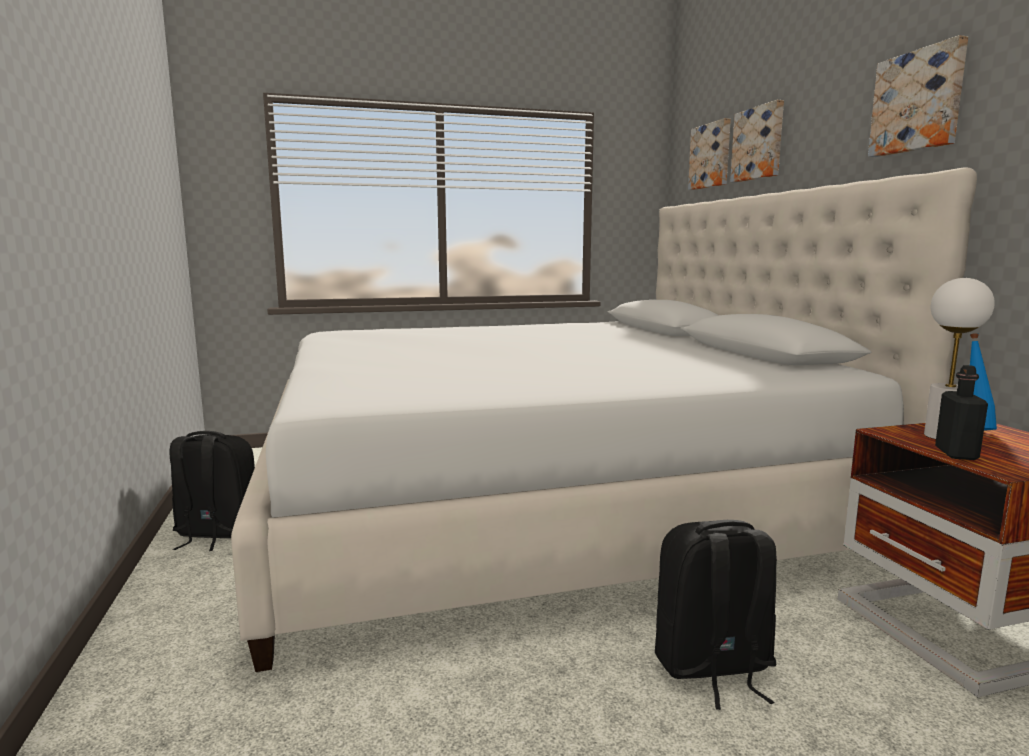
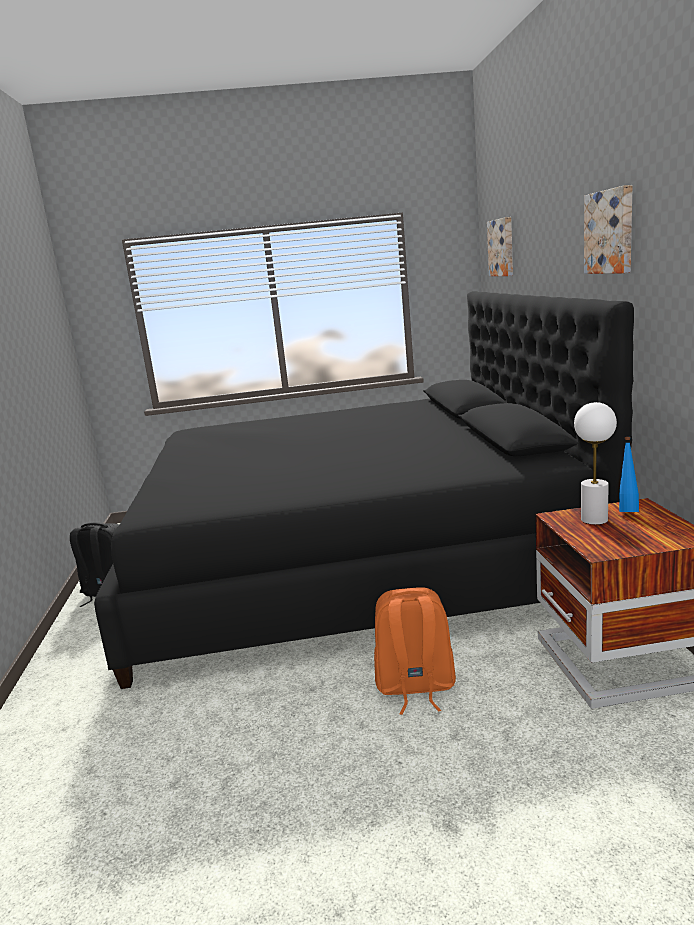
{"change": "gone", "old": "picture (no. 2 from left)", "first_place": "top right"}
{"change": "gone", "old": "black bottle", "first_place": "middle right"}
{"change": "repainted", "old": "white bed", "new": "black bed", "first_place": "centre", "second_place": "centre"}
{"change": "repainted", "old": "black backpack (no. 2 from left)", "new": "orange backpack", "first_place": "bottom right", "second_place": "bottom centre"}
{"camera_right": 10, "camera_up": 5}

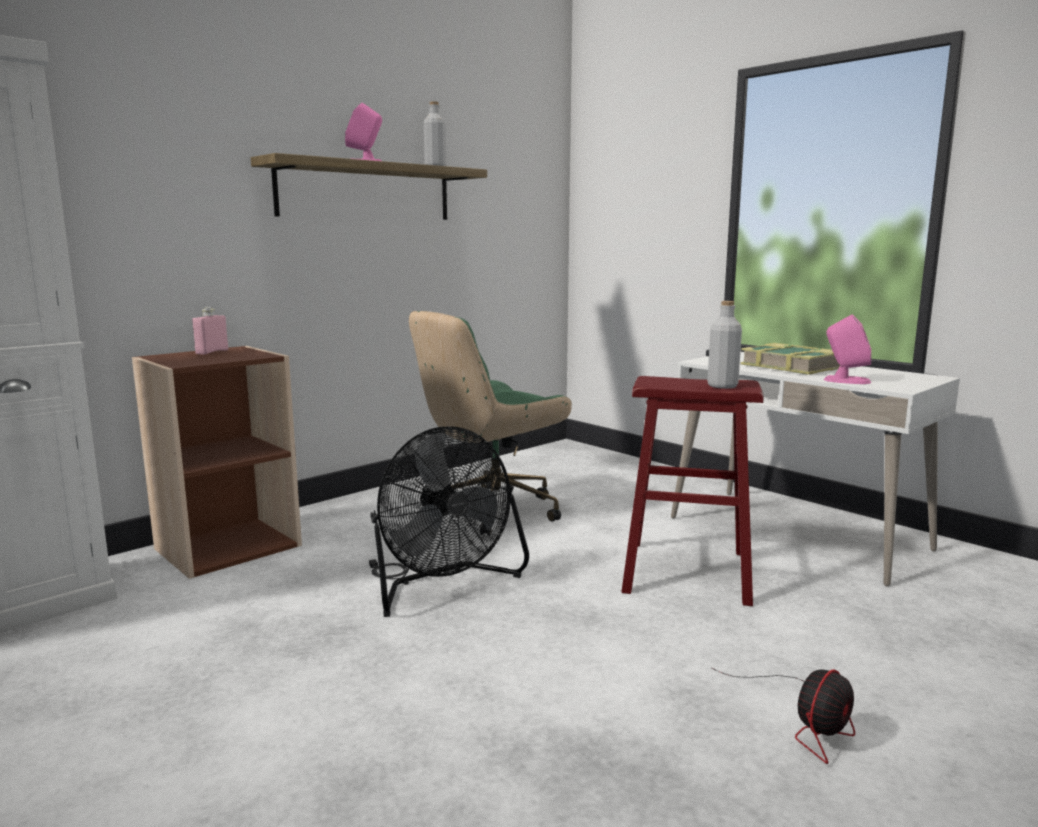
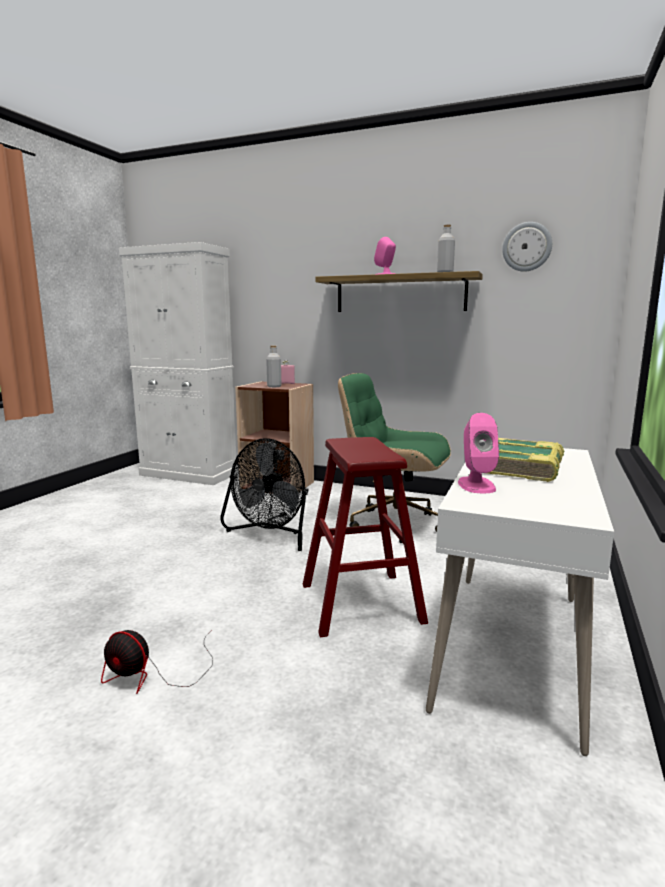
{"change": "new", "new": "wall clock", "second_place": "top right"}
{"change": "shifted", "old": "grey bottle (no. 2 from left in the first image)", "new": "grey bottle (no. 1 from left)", "first_place": "middle right", "second_place": "centre"}
{"camera_right": 65, "camera_up": 0}

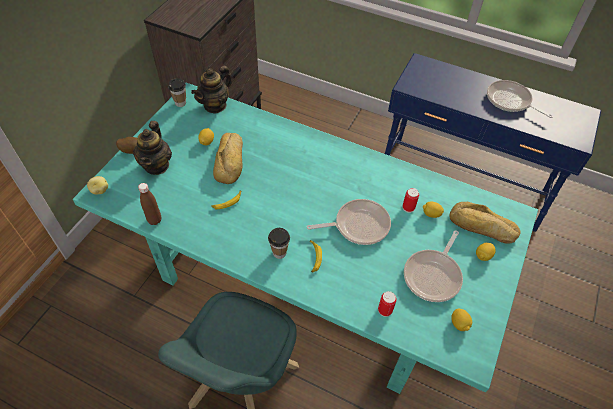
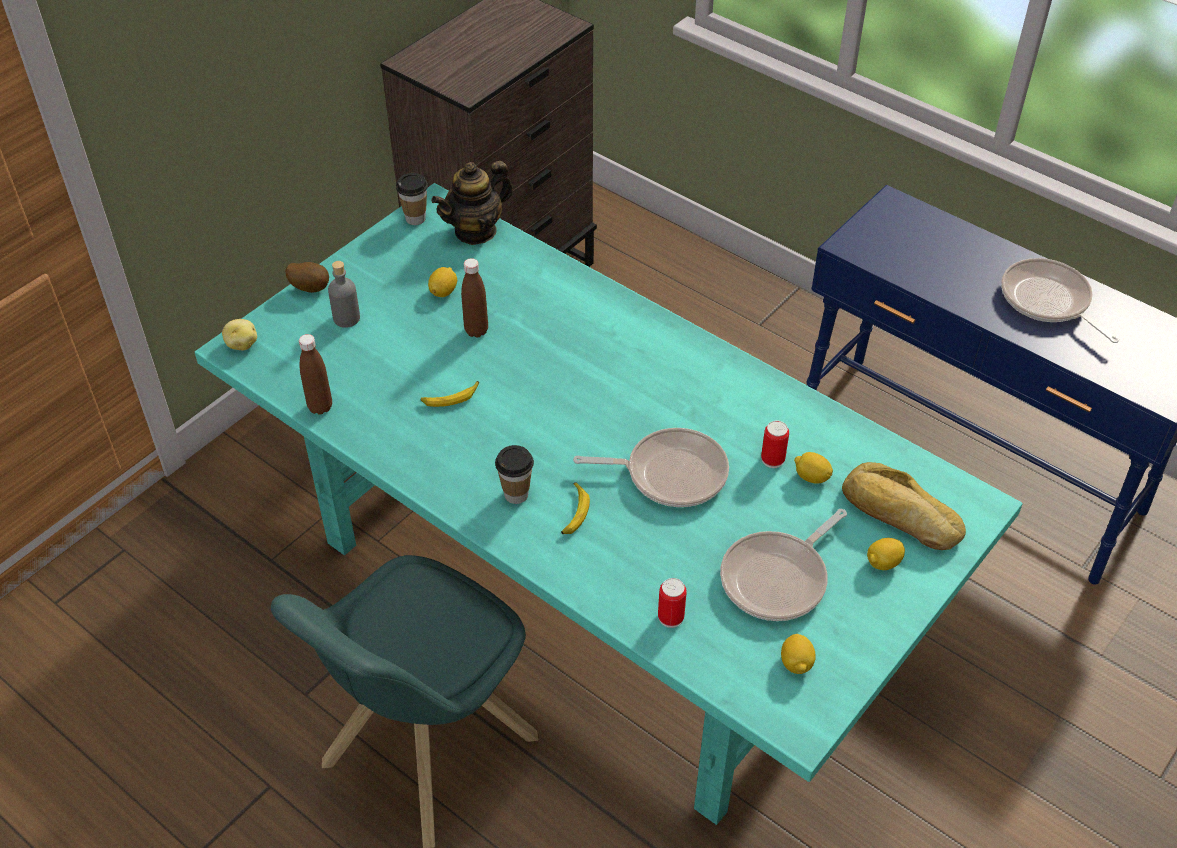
{"change": "swapped", "old": "teapot (no. 1 from left)", "new": "grey bottle", "first_place": "middle left", "second_place": "middle left"}
{"change": "swapped", "old": "bread (no. 1 from left)", "new": "brown bottle (no. 2 from left)", "first_place": "centre", "second_place": "centre"}
{"camera_right": 15, "camera_up": -5}

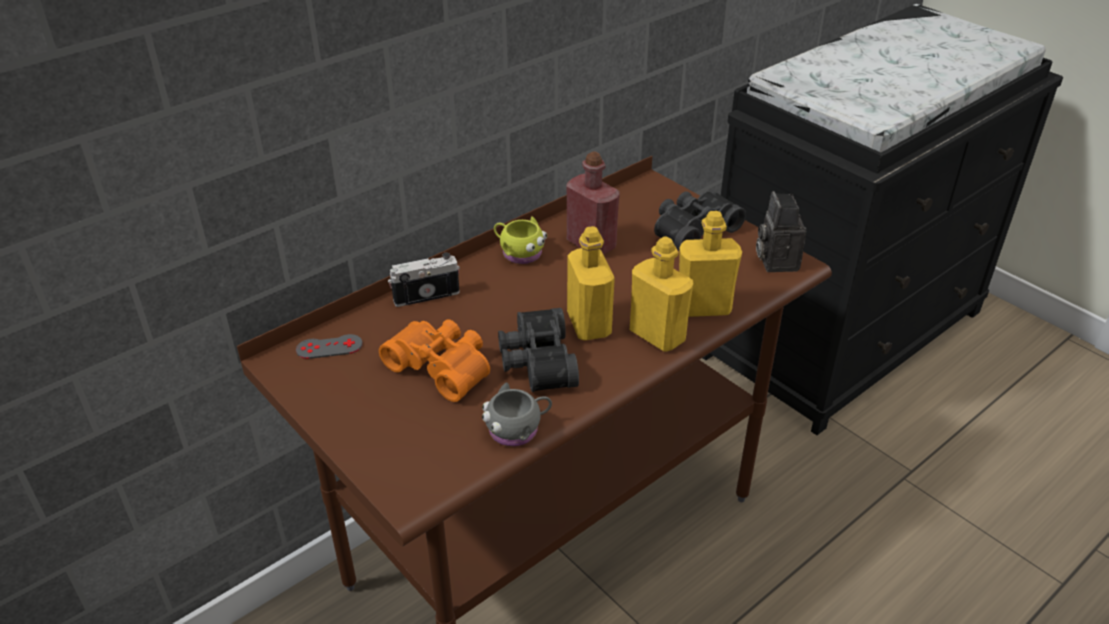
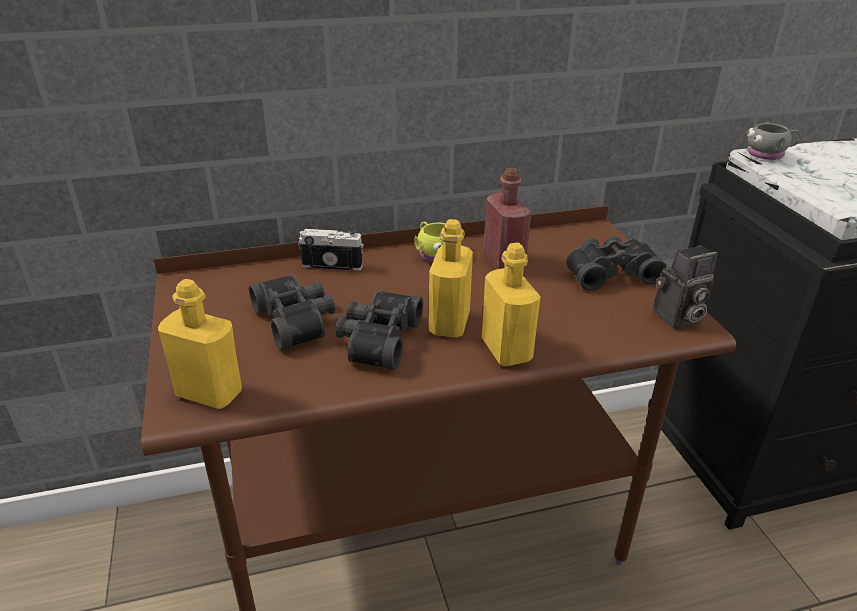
{"change": "gone", "old": "grey game controller", "first_place": "middle left"}
{"change": "shifted", "old": "grey mug", "first_place": "centre", "second_place": "top right"}
{"change": "shifted", "old": "yellow bottle (no. 3 from left in the first image)", "new": "yellow bottle (no. 1 from left)", "first_place": "centre", "second_place": "middle left"}
{"change": "repainted", "old": "orange binoculars", "new": "black binoculars (no. 1 from left)", "first_place": "centre", "second_place": "centre"}
{"change": "rotated", "old": "photo camera (no. 2 from left)", "first_place": "middle right", "second_place": "middle right", "degrees": -135}
{"camera_right": 25, "camera_up": -5}

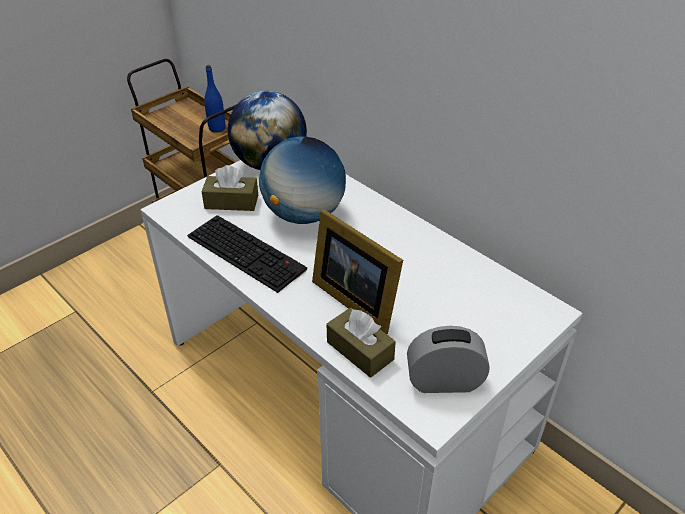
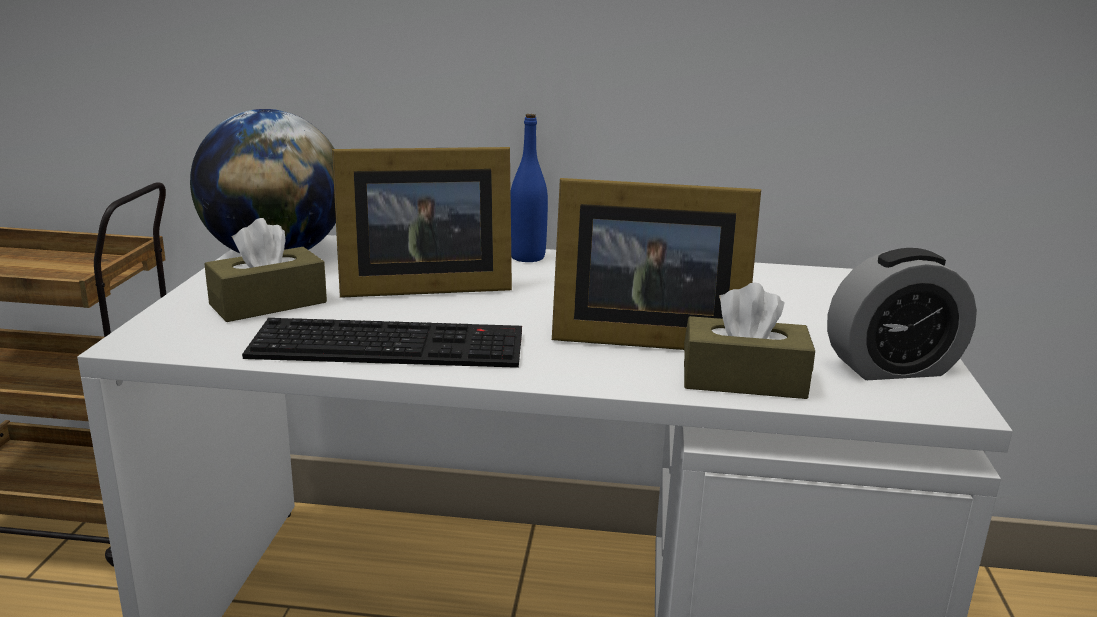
{"change": "shifted", "old": "blue bottle", "first_place": "top left", "second_place": "top centre"}
{"change": "swapped", "old": "globe (no. 2 from left)", "new": "picture frame (no. 1 from left)", "first_place": "centre", "second_place": "centre"}
{"change": "rotated", "old": "alarm clock", "first_place": "bottom centre", "second_place": "middle right", "degrees": -150}
{"camera_right": -40, "camera_up": -20}

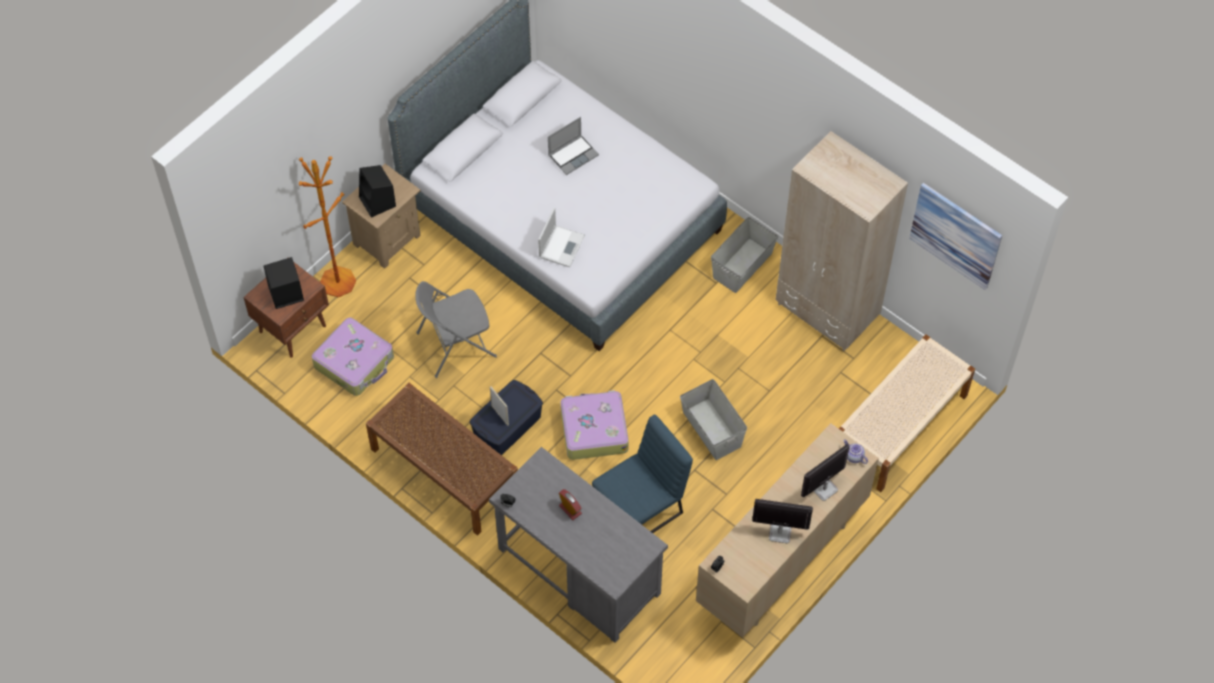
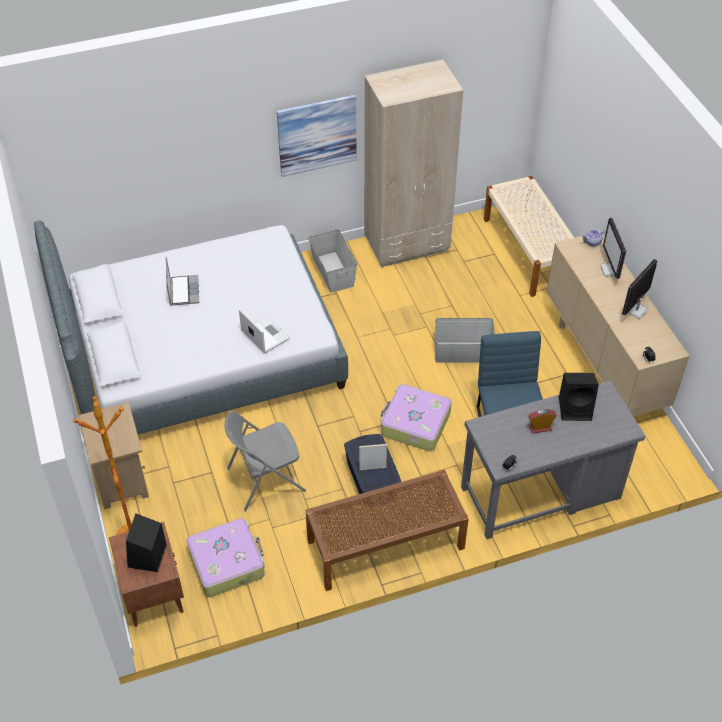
{"change": "shifted", "old": "black speaker (no. 2 from left)", "first_place": "top left", "second_place": "middle right"}
{"change": "shifted", "old": "picture", "first_place": "middle right", "second_place": "top centre"}
{"change": "rotated", "old": "grey chair", "first_place": "centre", "second_place": "centre", "degrees": 60}
{"camera_right": -60, "camera_up": -10}

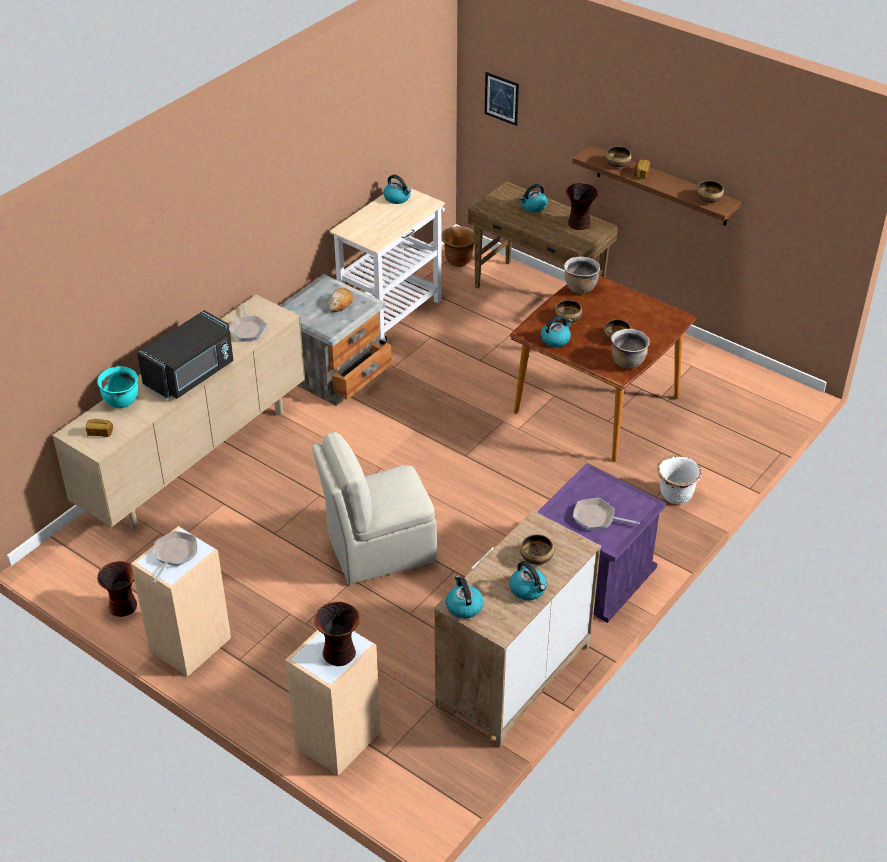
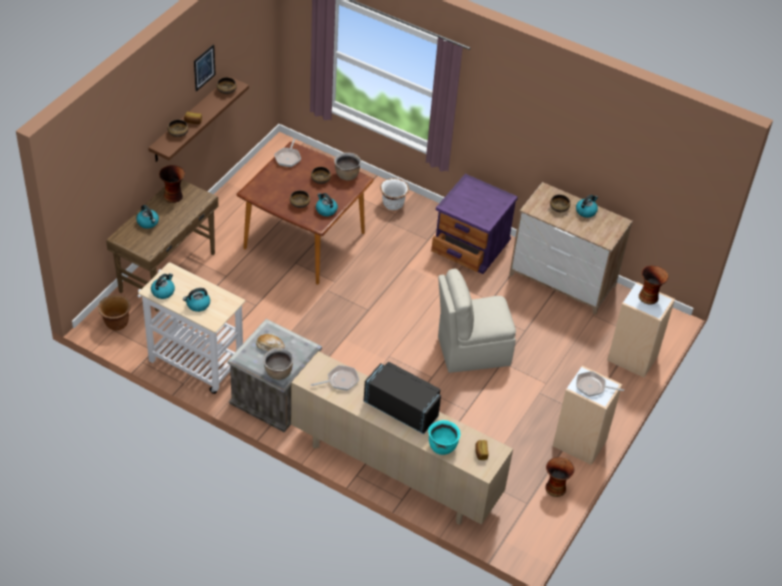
{"change": "shifted", "old": "kettle (no. 2 from left in the first image)", "new": "kettle (no. 3 from left)", "first_place": "bottom centre", "second_place": "middle left"}
{"change": "shifted", "old": "picture", "first_place": "top centre", "second_place": "top left"}
{"change": "shifted", "old": "brown cooking pot (no. 1 from left)", "first_place": "top centre", "second_place": "centre"}
{"change": "shifted", "old": "frying pan (no. 3 from left in the first image)", "new": "frying pan (no. 1 from left)", "first_place": "middle right", "second_place": "top centre"}
{"change": "rotated", "old": "beige chair", "first_place": "centre", "second_place": "centre", "degrees": 105}
{"camera_right": -100, "camera_up": 5}

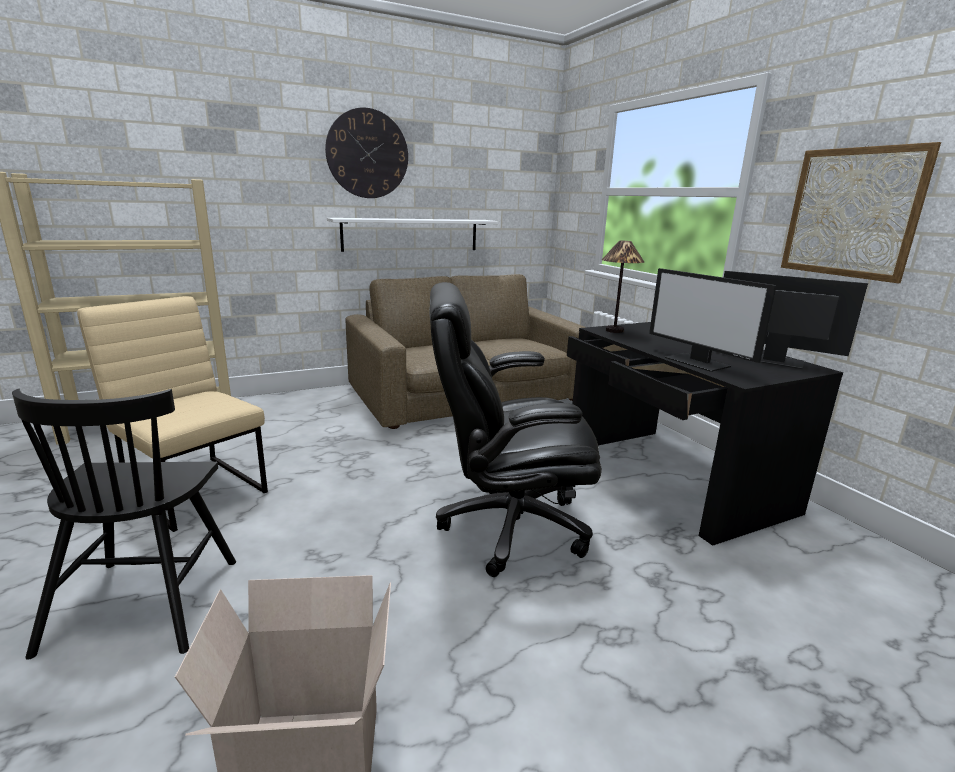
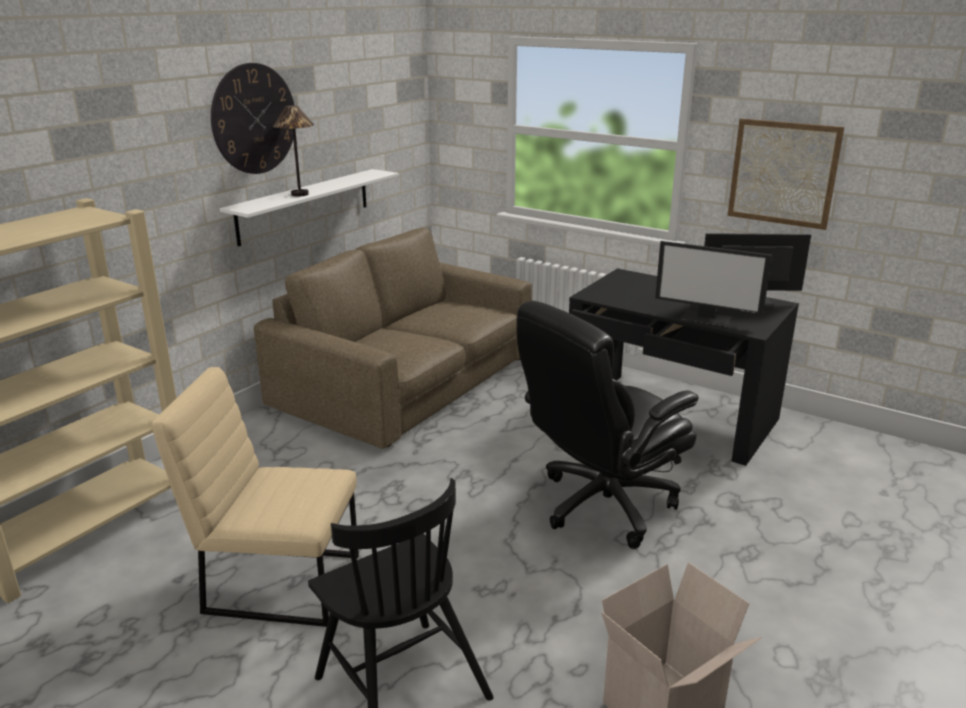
{"change": "shifted", "old": "table lamp", "first_place": "centre", "second_place": "top left"}
{"camera_right": -30, "camera_up": 5}

